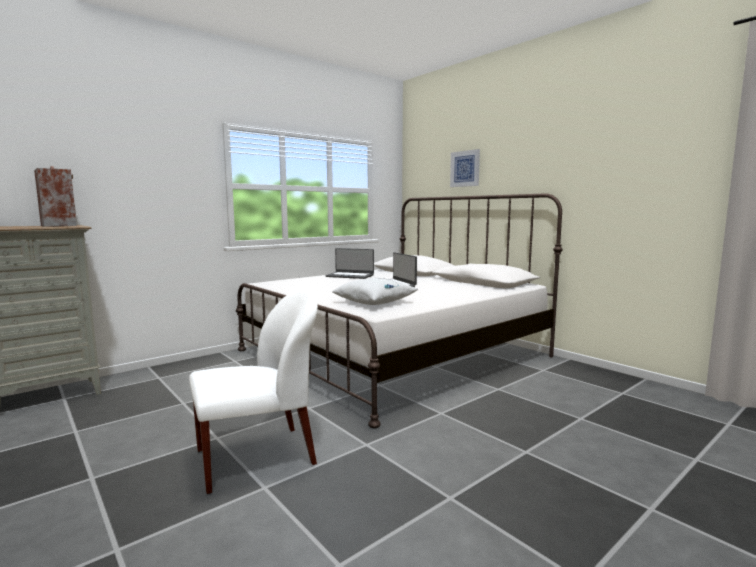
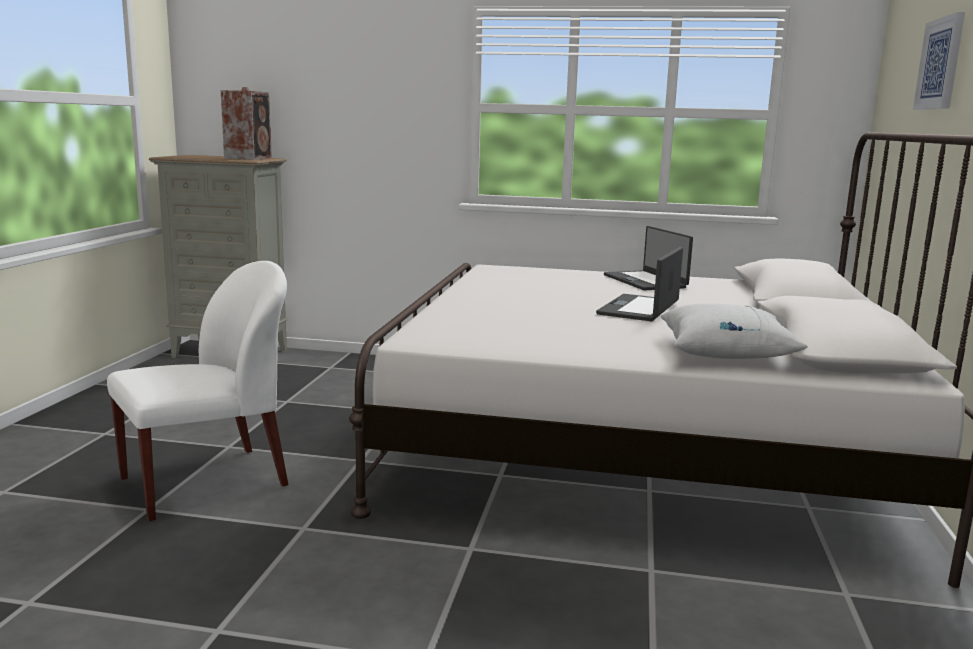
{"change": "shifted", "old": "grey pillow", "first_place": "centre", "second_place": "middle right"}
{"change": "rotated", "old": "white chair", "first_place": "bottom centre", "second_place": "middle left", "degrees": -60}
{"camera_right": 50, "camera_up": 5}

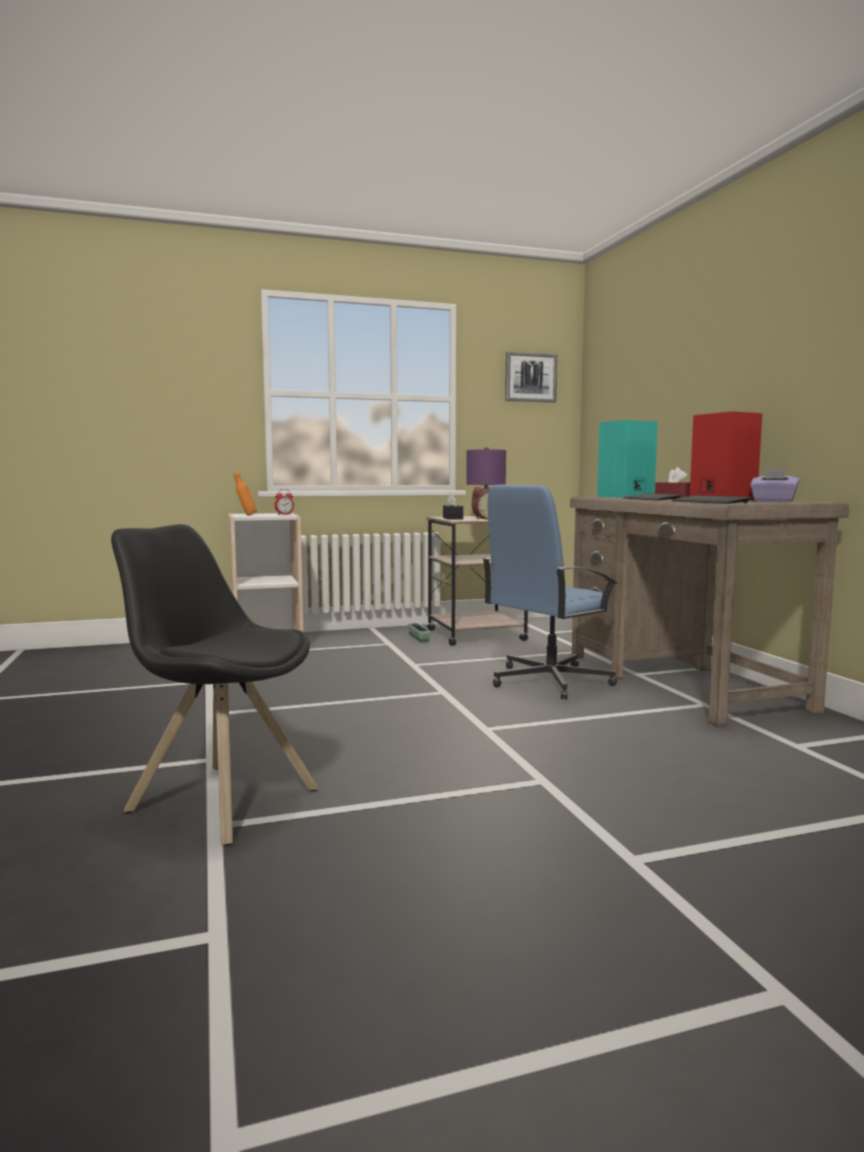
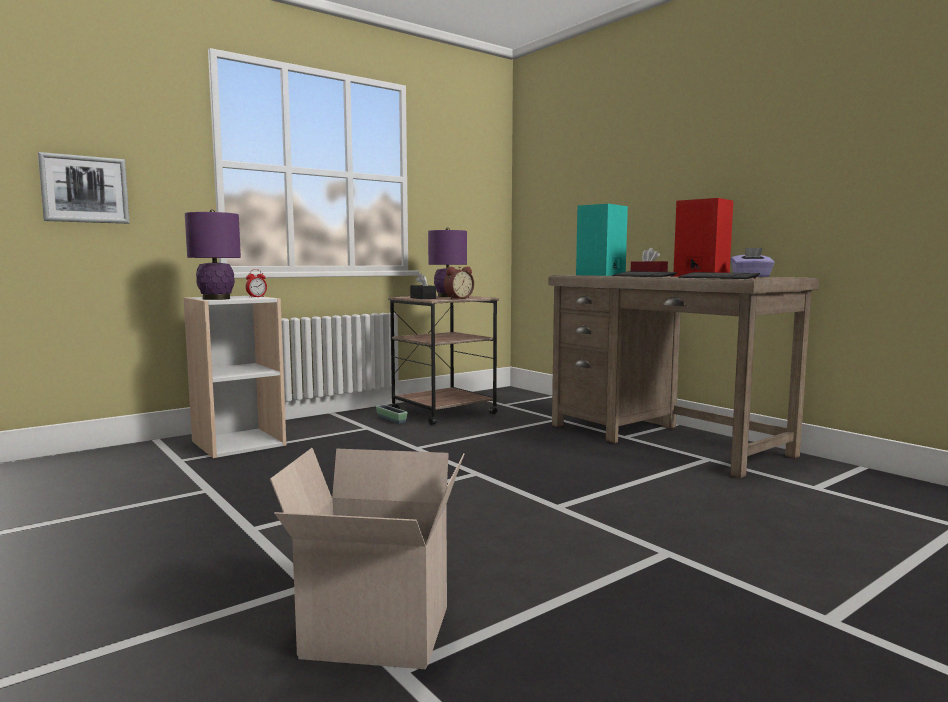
{"change": "gone", "old": "blue office chair", "first_place": "centre"}
{"change": "shifted", "old": "picture", "first_place": "top centre", "second_place": "top left"}
{"change": "swapped", "old": "black chair", "new": "cardboard box", "first_place": "middle left", "second_place": "bottom centre"}
{"change": "swapped", "old": "orange bottle", "new": "purple table lamp (no. 1 from left)", "first_place": "middle left", "second_place": "middle left"}
{"camera_right": -20, "camera_up": 0}

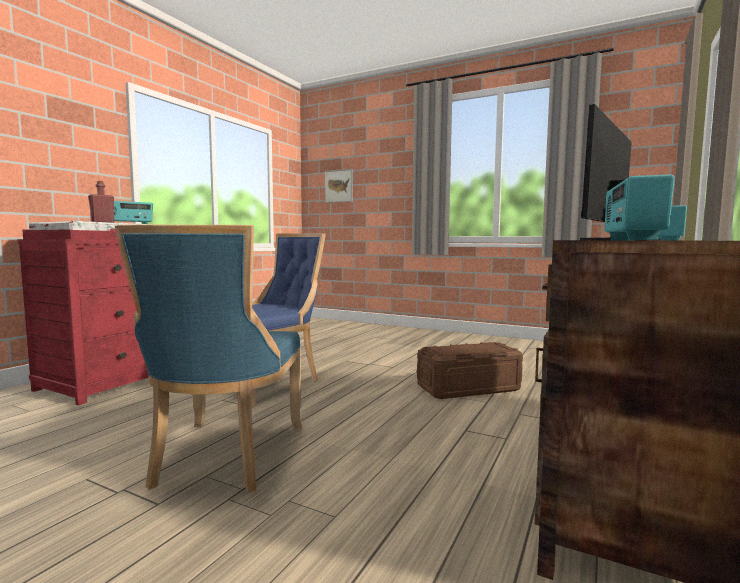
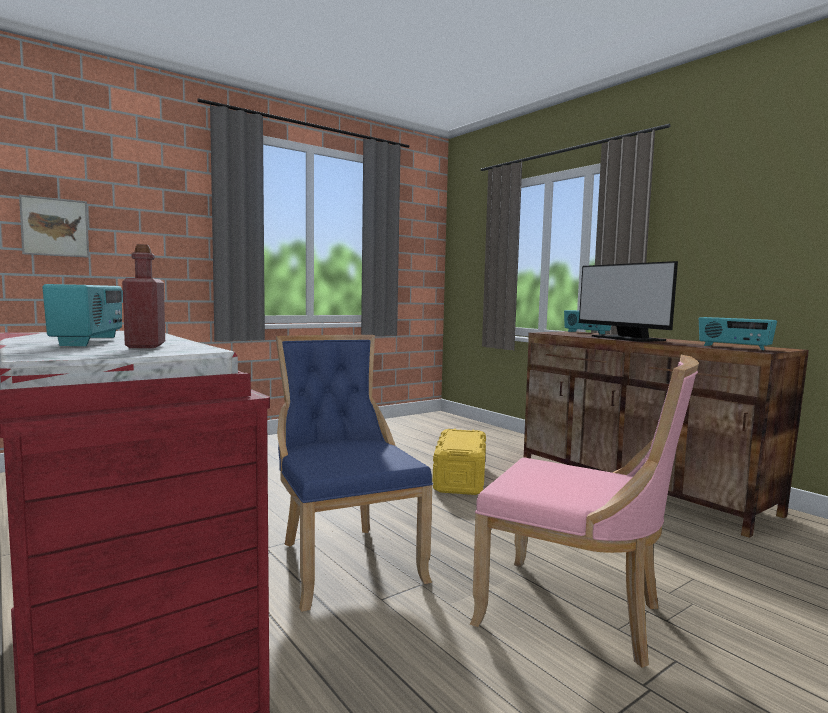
{"change": "repainted", "old": "blue chair (no. 1 from left)", "new": "pink chair", "first_place": "middle left", "second_place": "bottom right"}
{"change": "repainted", "old": "brown storage box", "new": "yellow storage box", "first_place": "centre", "second_place": "centre"}
{"camera_right": -65, "camera_up": 0}

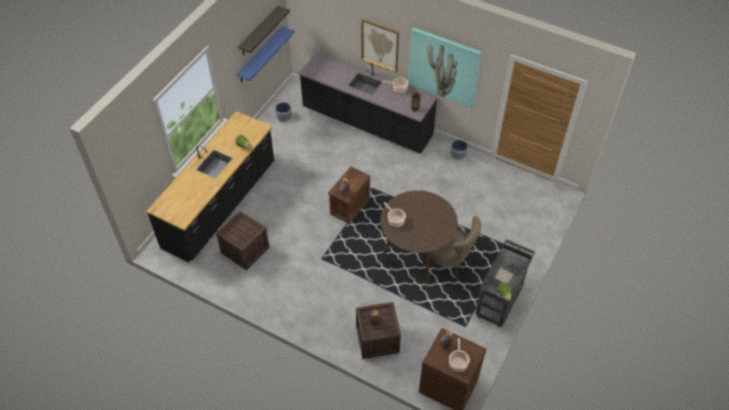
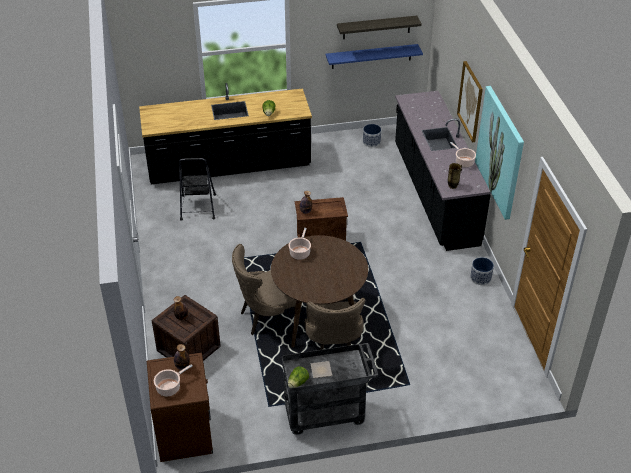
{"change": "new", "new": "beige chair (no. 1 from left)", "second_place": "centre"}
{"change": "swapped", "old": "crate (no. 1 from left)", "new": "black step ladder", "first_place": "middle left", "second_place": "middle left"}
{"camera_right": 50, "camera_up": -10}

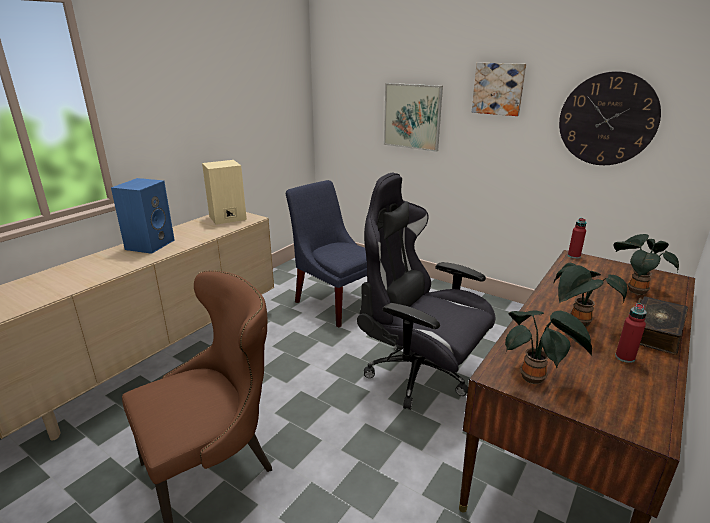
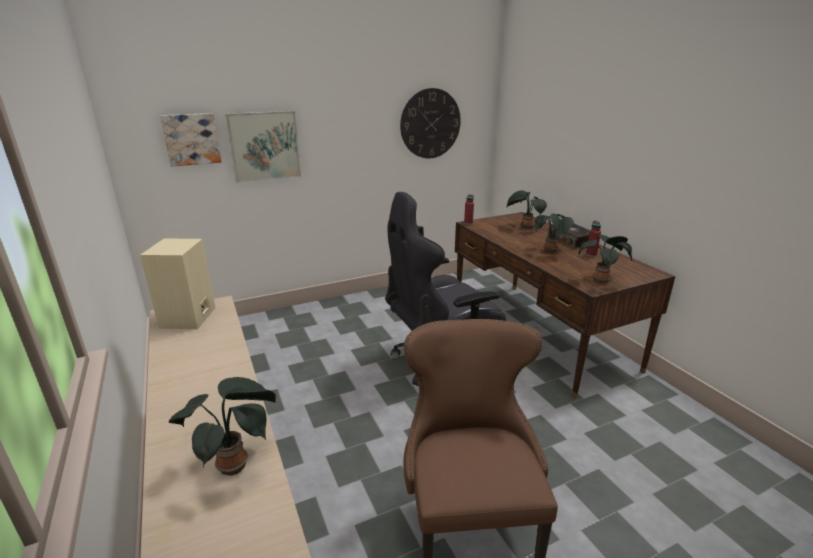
{"change": "gone", "old": "blue speaker", "first_place": "middle left"}
{"change": "gone", "old": "blue chair", "first_place": "centre"}
{"change": "new", "new": "potted plant (no. 1 from left)", "second_place": "bottom left"}
{"change": "shifted", "old": "picture (no. 2 from left in the first image)", "new": "picture (no. 1 from left)", "first_place": "top right", "second_place": "top left"}
{"camera_right": -60, "camera_up": 0}

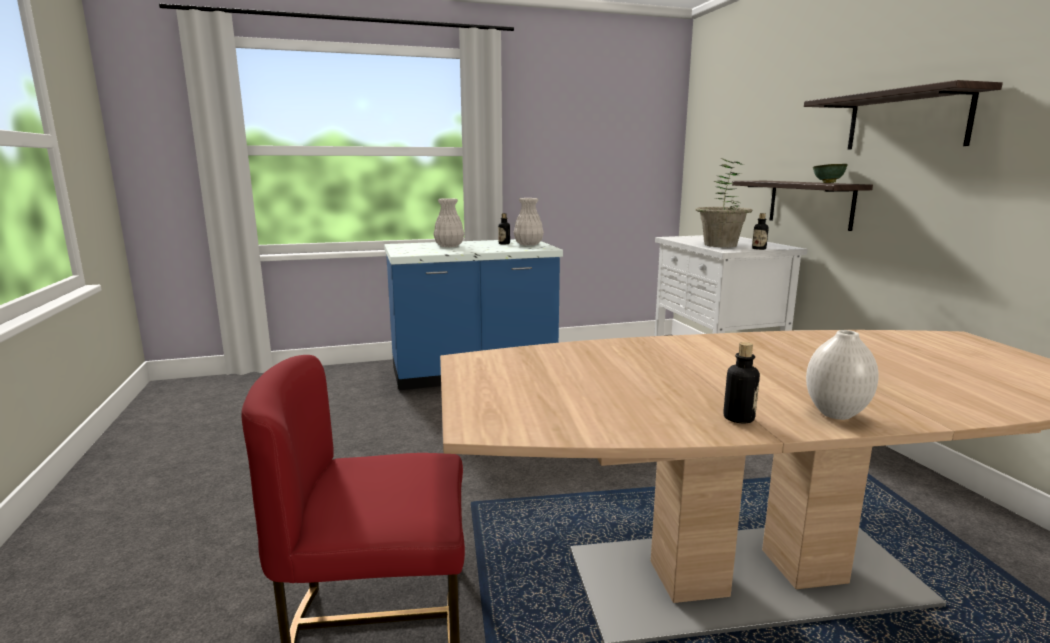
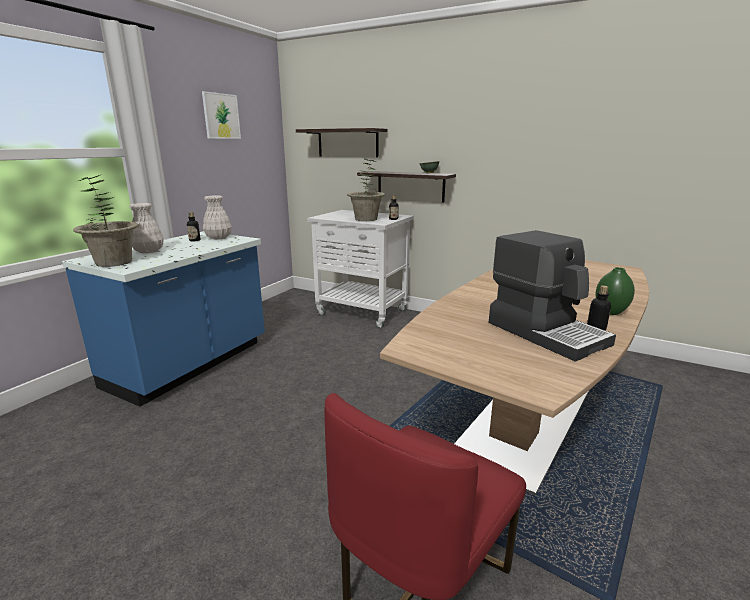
{"change": "new", "new": "potted plant (no. 1 from left)", "second_place": "middle left"}
{"change": "new", "new": "picture", "second_place": "top left"}
{"change": "new", "new": "coffee machine", "second_place": "middle right"}
{"change": "shifted", "old": "shelf (no. 2 from left in the first image)", "new": "shelf (no. 1 from left)", "first_place": "top right", "second_place": "top centre"}
{"change": "repainted", "old": "white vase (no. 3 from left)", "new": "green vase", "first_place": "middle right", "second_place": "middle right"}
{"camera_right": -45, "camera_up": 5}

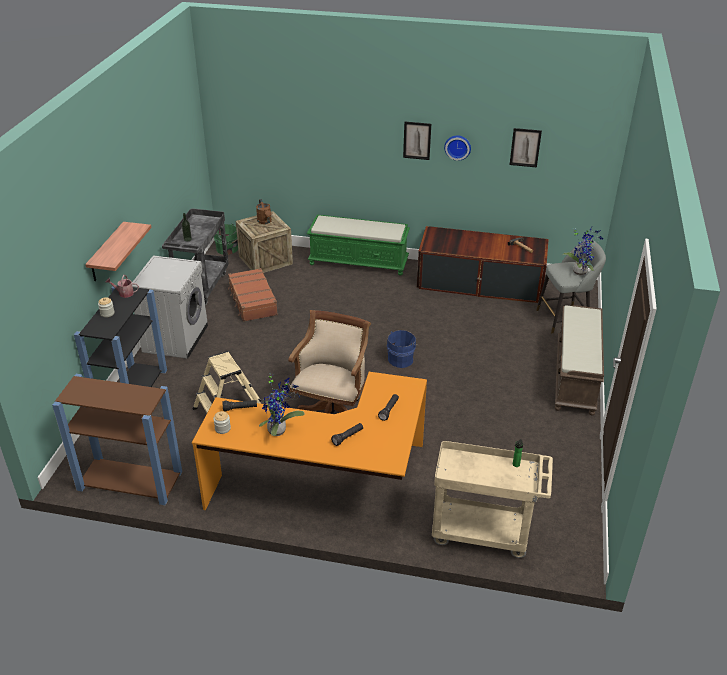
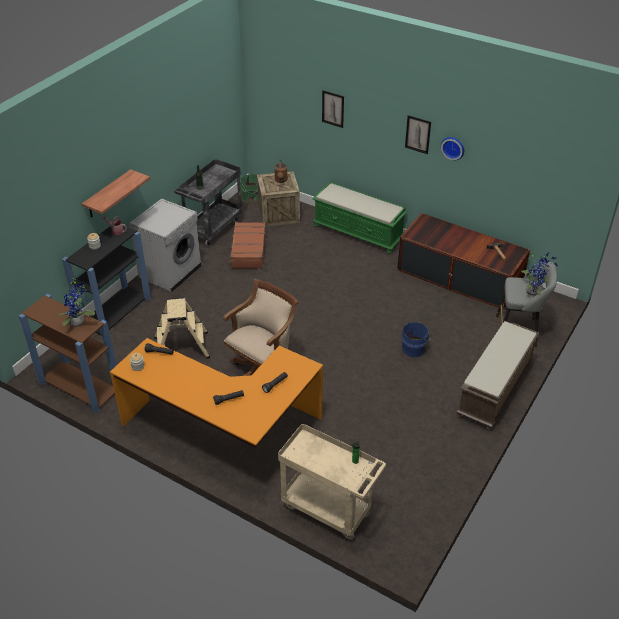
{"change": "shifted", "old": "potted plant (no. 1 from left)", "first_place": "centre", "second_place": "middle left"}
{"change": "shifted", "old": "blue bucket", "first_place": "centre", "second_place": "middle right"}
{"change": "shifted", "old": "picture (no. 2 from left in the first image)", "new": "picture (no. 1 from left)", "first_place": "top right", "second_place": "top centre"}
{"camera_right": 20, "camera_up": 5}

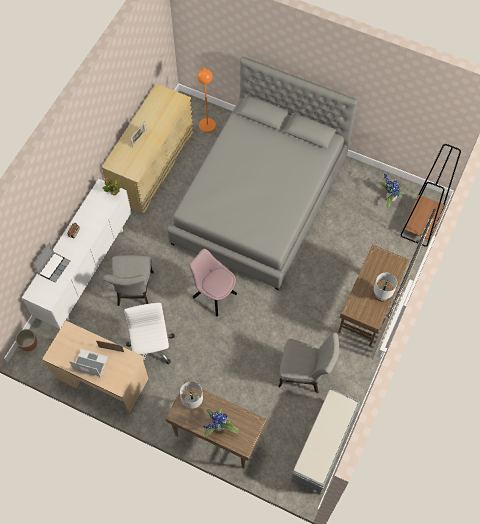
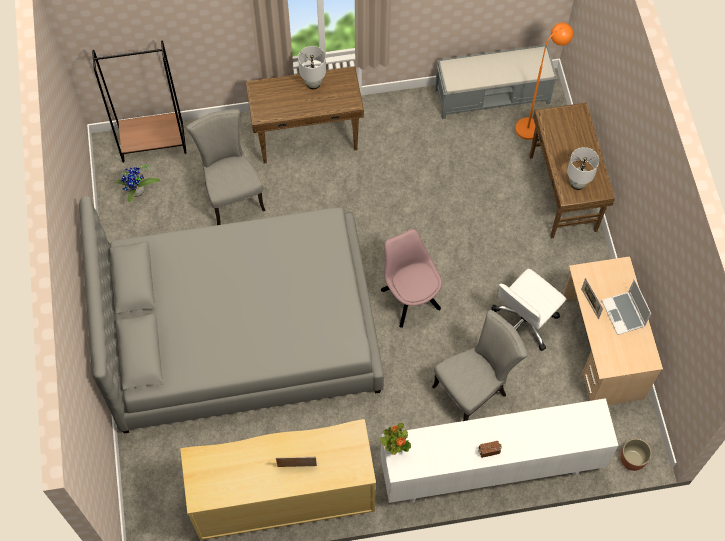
{"change": "gone", "old": "laptop (no. 1 from left)", "first_place": "middle left"}
{"change": "gone", "old": "potted plant (no. 2 from left)", "first_place": "bottom centre"}
{"change": "shifted", "old": "orange floor lamp", "first_place": "top centre", "second_place": "top right"}
{"change": "shifted", "old": "grey chair (no. 2 from left in the first image)", "new": "grey chair (no. 1 from left)", "first_place": "bottom centre", "second_place": "top left"}
{"change": "rotated", "old": "pink chair", "first_place": "centre", "second_place": "centre", "degrees": 150}
{"camera_right": -125, "camera_up": 0}

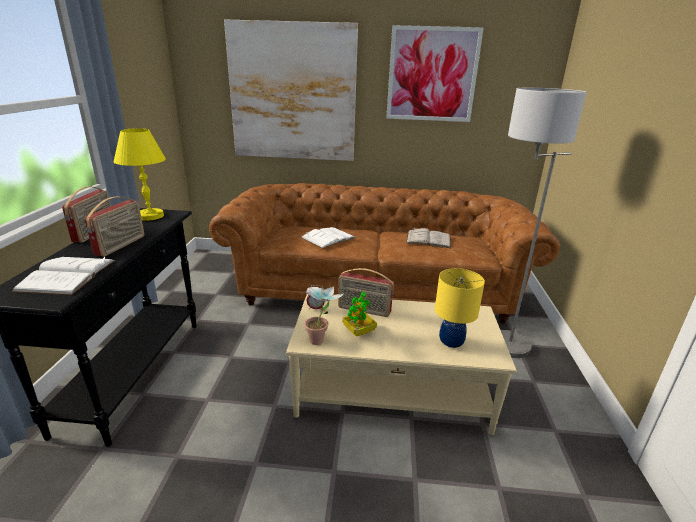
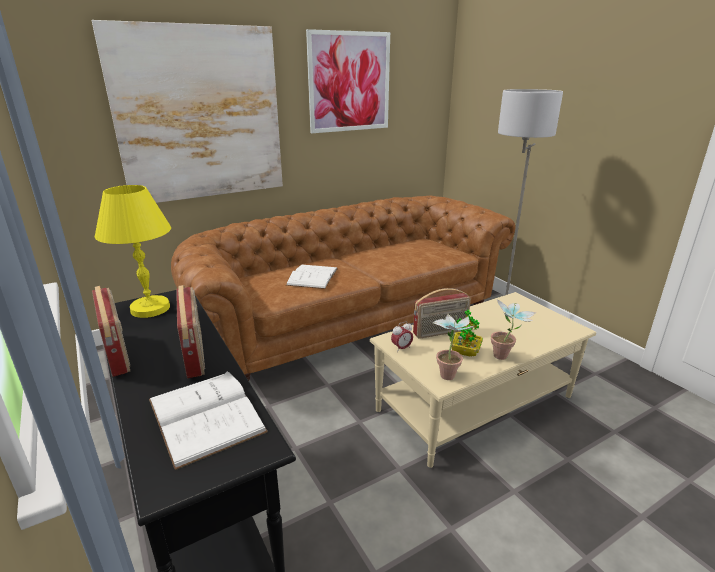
{"change": "gone", "old": "white book (no. 3 from left)", "first_place": "centre"}
{"change": "gone", "old": "yellow table lamp (no. 2 from left)", "first_place": "centre"}
{"change": "new", "new": "potted plant (no. 3 from left)", "second_place": "middle right"}
{"camera_right": -35, "camera_up": 0}

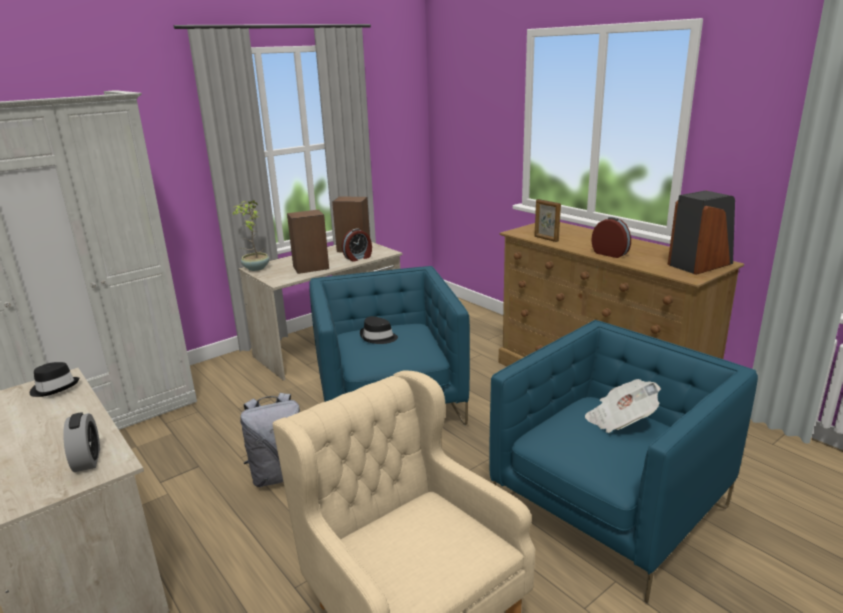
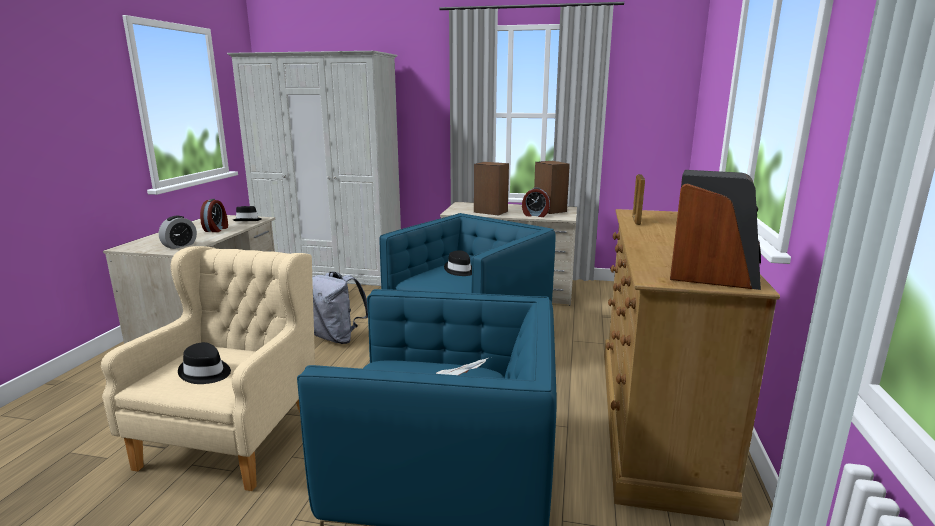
{"change": "gone", "old": "potted plant", "first_place": "middle left"}
{"change": "new", "new": "black hat (no. 1 from left)", "second_place": "bottom left"}
{"change": "shifted", "old": "alarm clock (no. 3 from left in the first image)", "new": "alarm clock (no. 2 from left)", "first_place": "middle right", "second_place": "middle left"}
{"camera_right": 50, "camera_up": -5}

